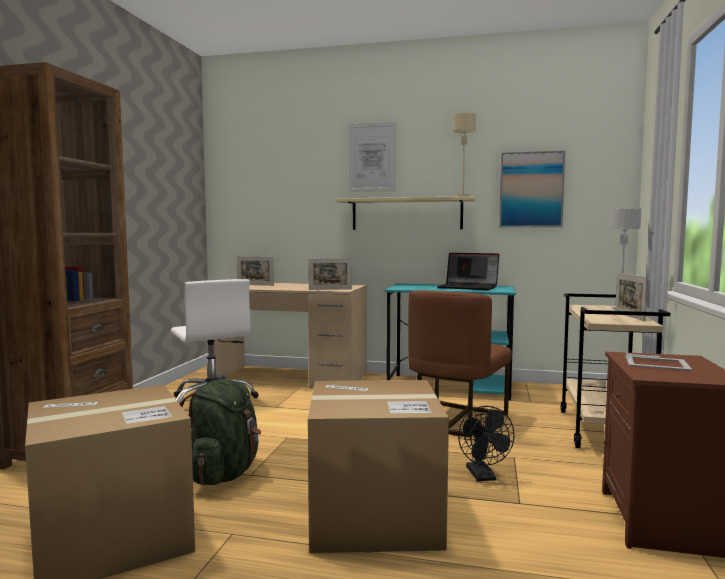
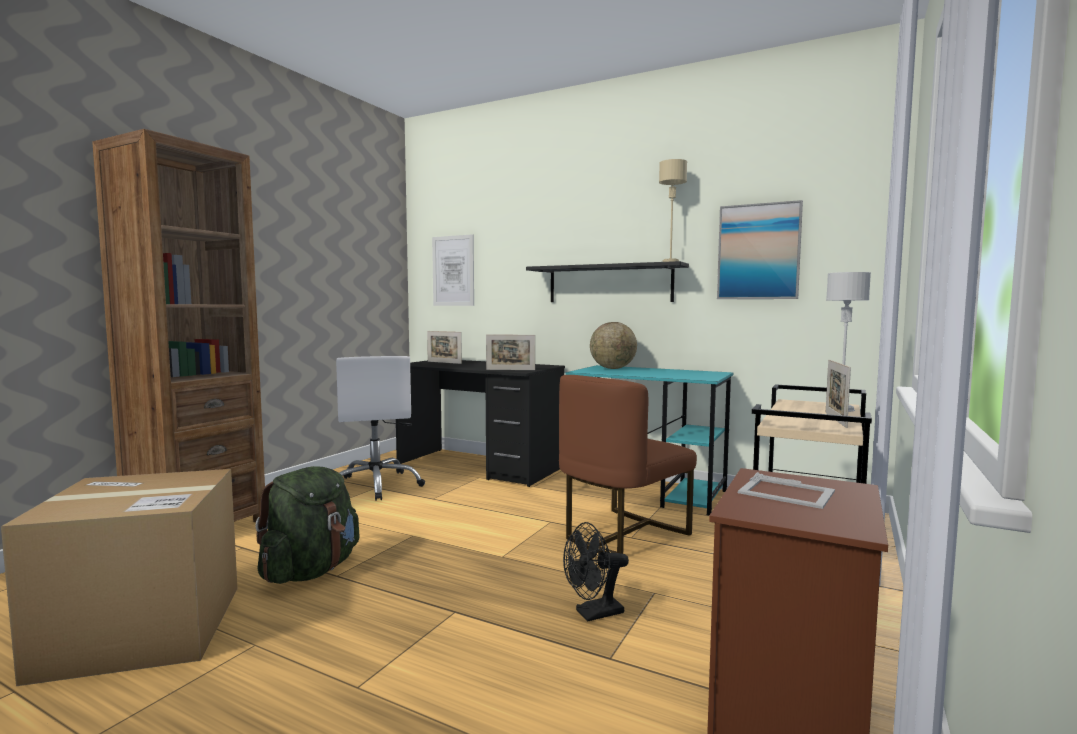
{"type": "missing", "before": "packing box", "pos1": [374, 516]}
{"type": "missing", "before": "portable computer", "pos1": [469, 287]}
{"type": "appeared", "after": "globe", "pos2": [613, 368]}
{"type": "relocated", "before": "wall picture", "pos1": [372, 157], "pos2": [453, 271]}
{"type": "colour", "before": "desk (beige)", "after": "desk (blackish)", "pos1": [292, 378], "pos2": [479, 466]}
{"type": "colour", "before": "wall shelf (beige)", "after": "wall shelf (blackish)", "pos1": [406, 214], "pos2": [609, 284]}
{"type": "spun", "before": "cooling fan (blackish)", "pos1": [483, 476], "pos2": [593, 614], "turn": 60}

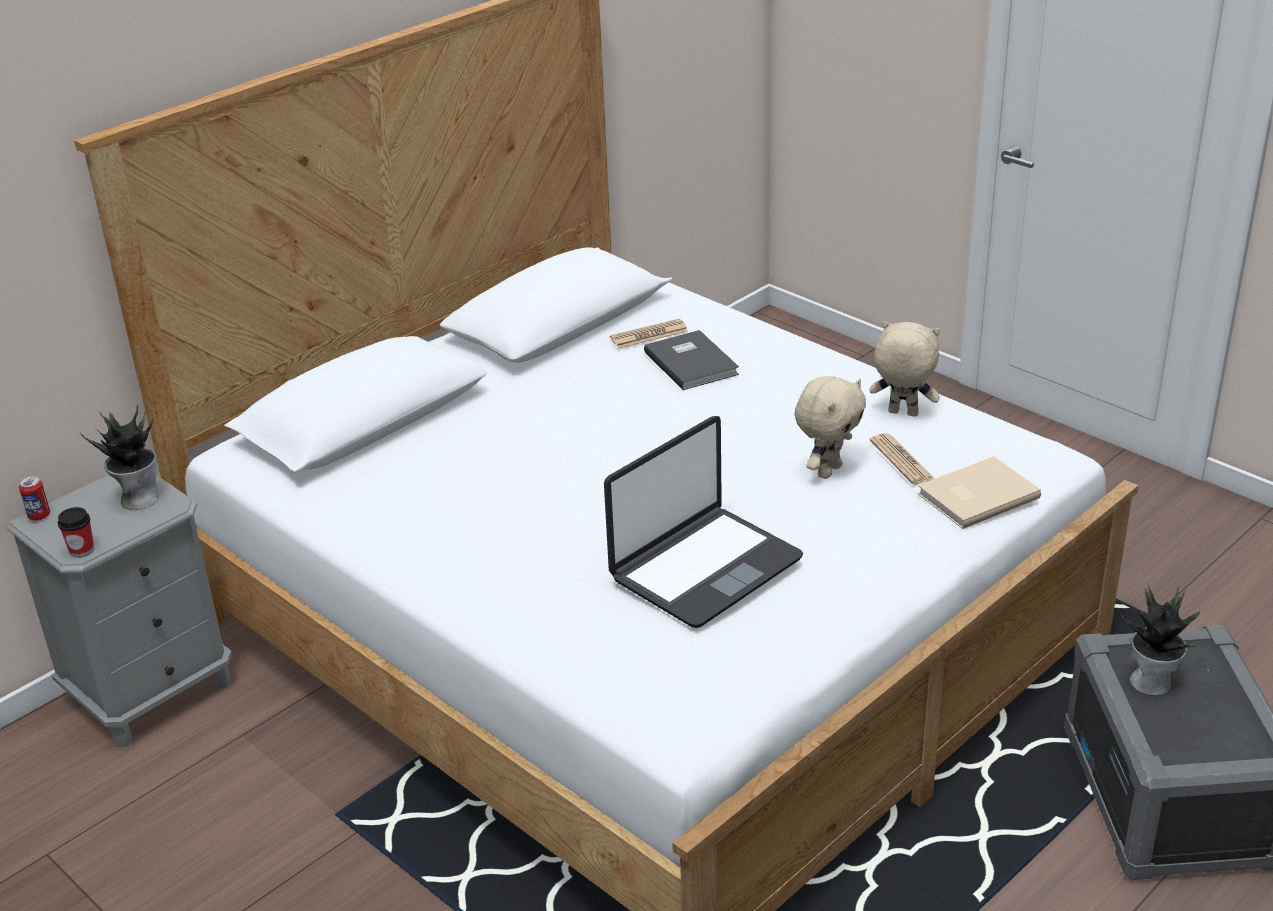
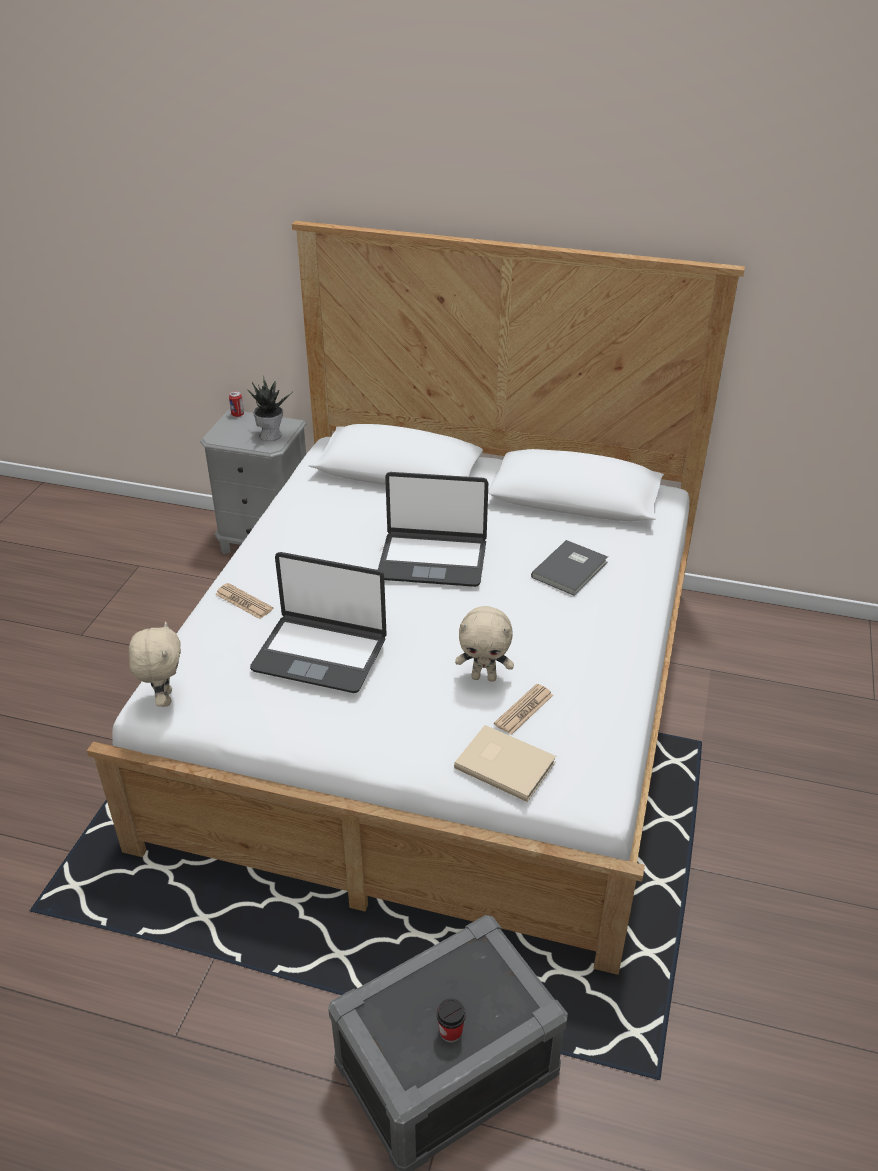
{"type": "missing", "before": "plant in a pot", "pos1": [1152, 682]}
{"type": "appeared", "after": "portable computer", "pos2": [432, 560]}
{"type": "relocated", "before": "small cup", "pos1": [82, 550], "pos2": [450, 1032]}
{"type": "relocated", "before": "printed paper", "pos1": [649, 335], "pos2": [244, 602]}
{"type": "relocated", "before": "soft toy (beige)", "pos1": [902, 414], "pos2": [164, 698]}

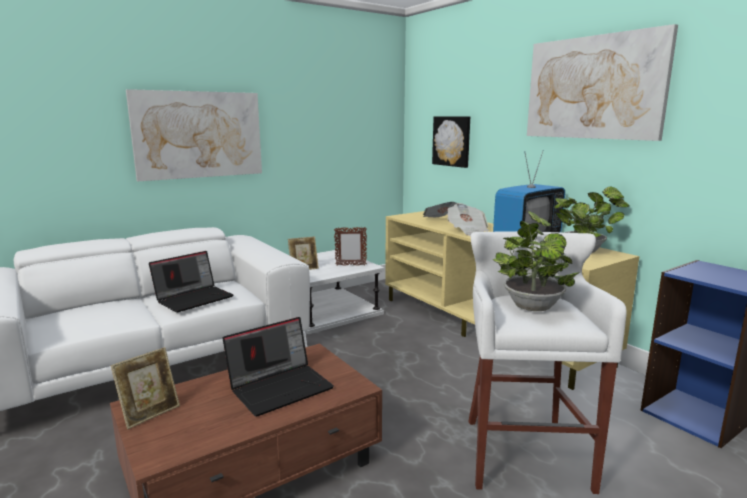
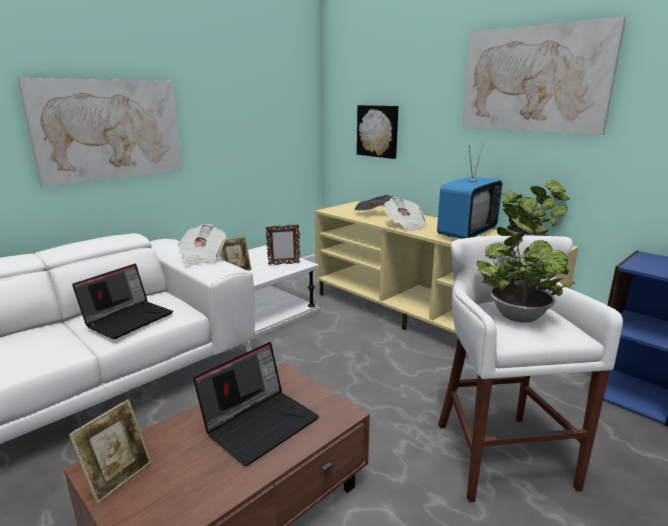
{"type": "appeared", "after": "printed paper", "pos2": [202, 257]}

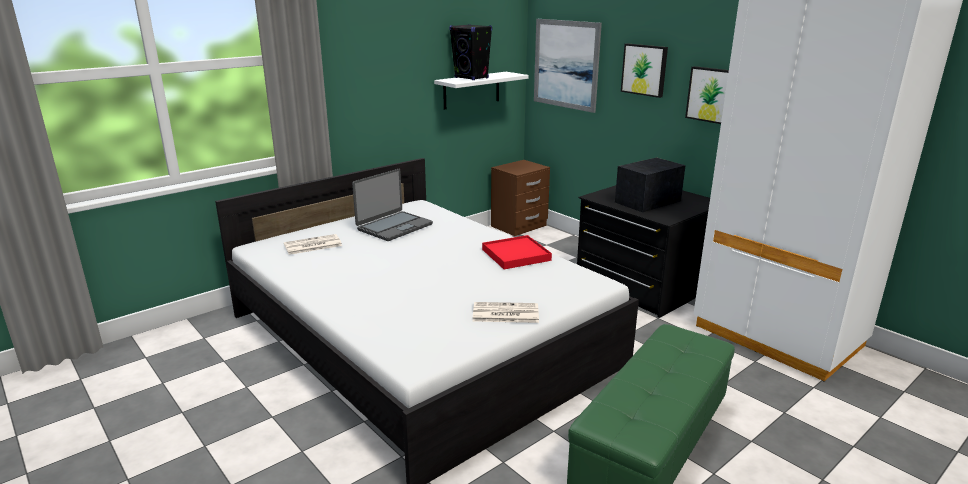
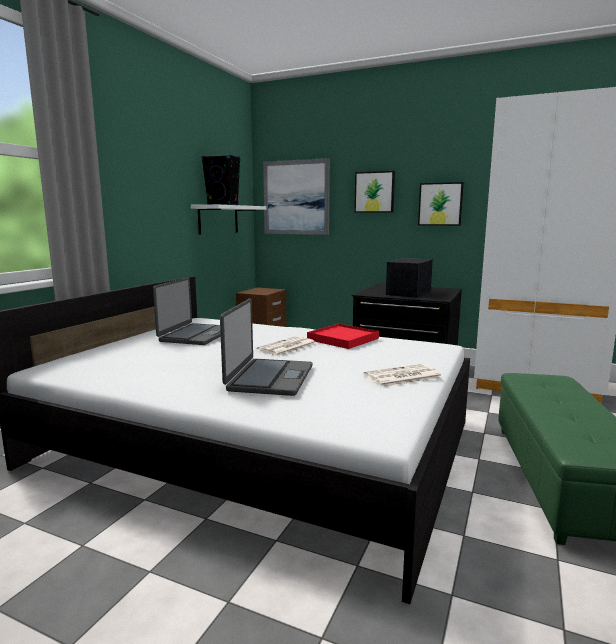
{"type": "appeared", "after": "portable computer", "pos2": [269, 378]}
{"type": "relocated", "before": "printed paper", "pos1": [312, 245], "pos2": [287, 347]}

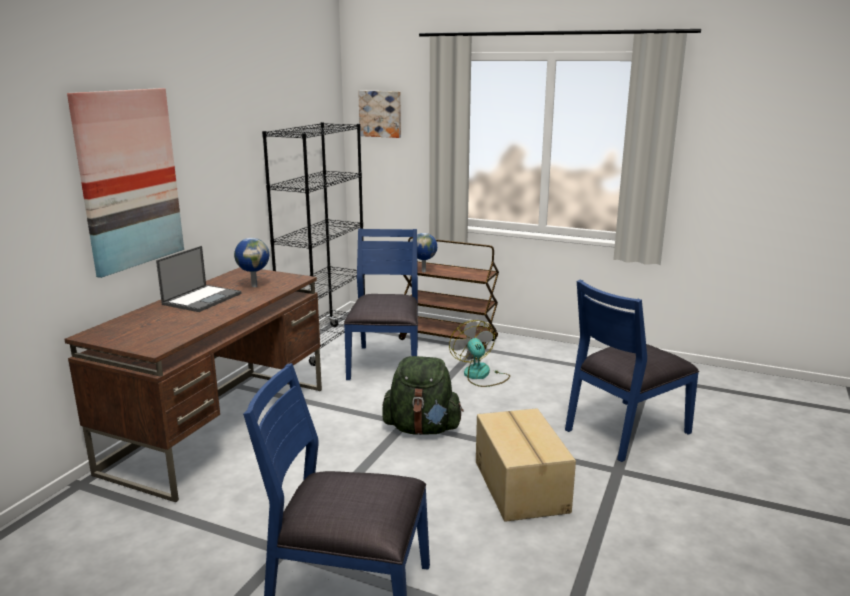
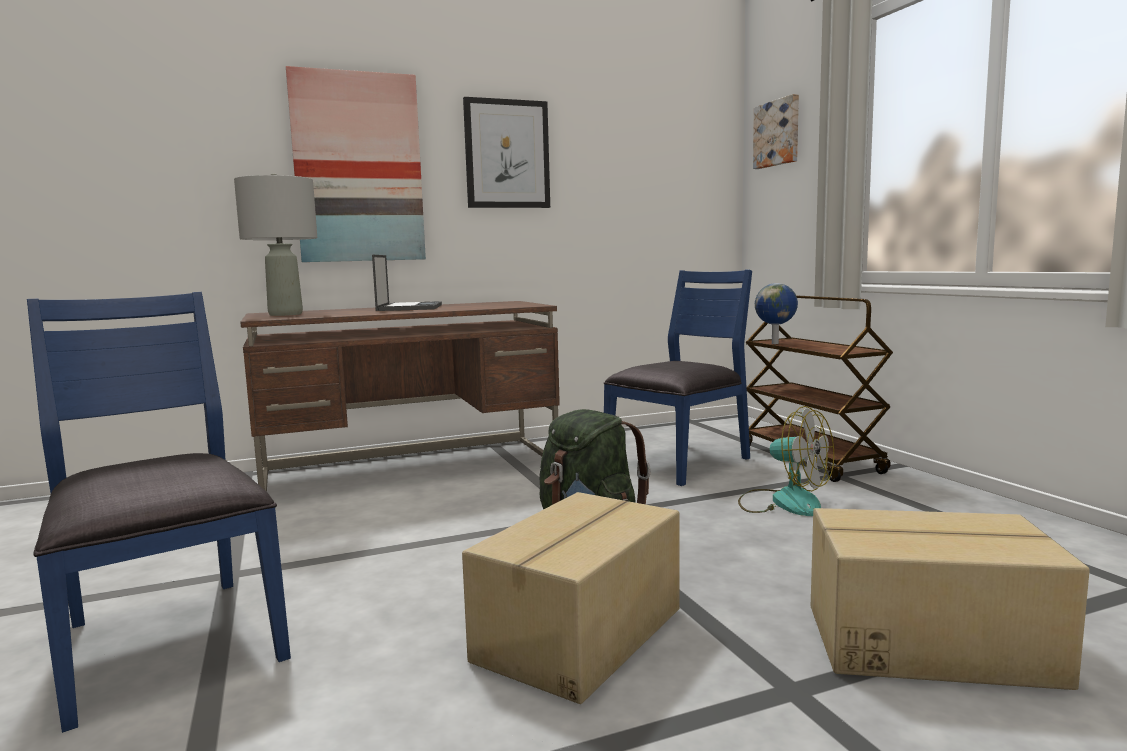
{"type": "missing", "before": "globe", "pos1": [254, 286]}
{"type": "missing", "before": "bookcase (blackish)", "pos1": [324, 345]}
{"type": "appeared", "after": "lamp for a table (gray)", "pos2": [286, 314]}
{"type": "appeared", "after": "wall picture", "pos2": [507, 154]}
{"type": "exchanged", "before": "plain chair (bluish)", "after": "packing box", "pos1": [625, 430], "pos2": [927, 643]}
{"type": "spun", "before": "portable computer", "pos1": [202, 298], "pos2": [409, 307], "turn": -75}
{"type": "spun", "before": "cooling fan", "pos1": [480, 375], "pos2": [783, 502], "turn": 105}

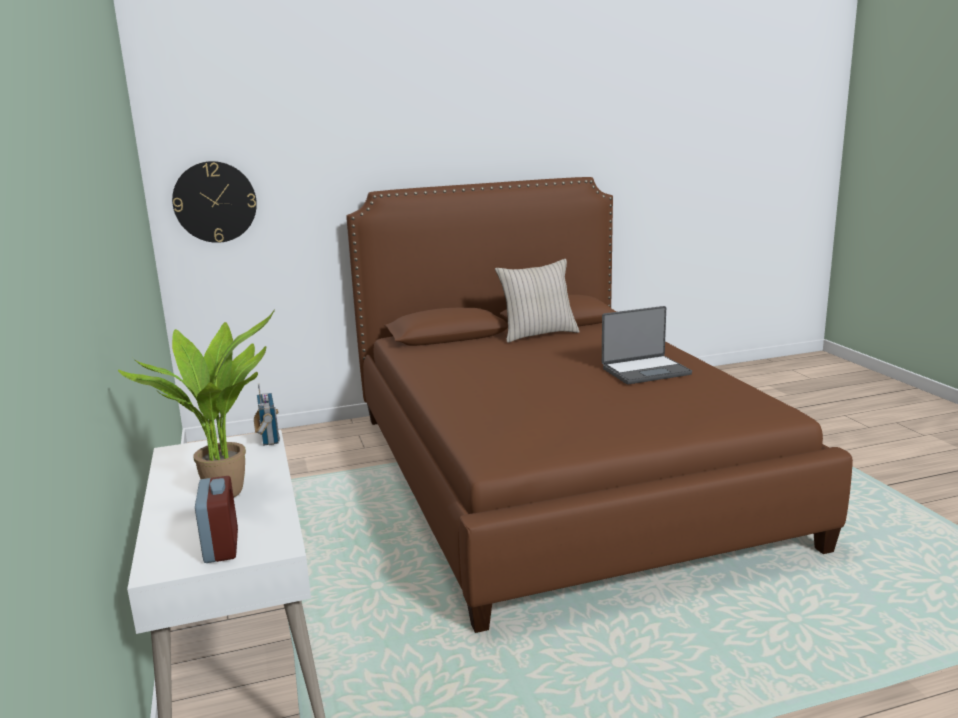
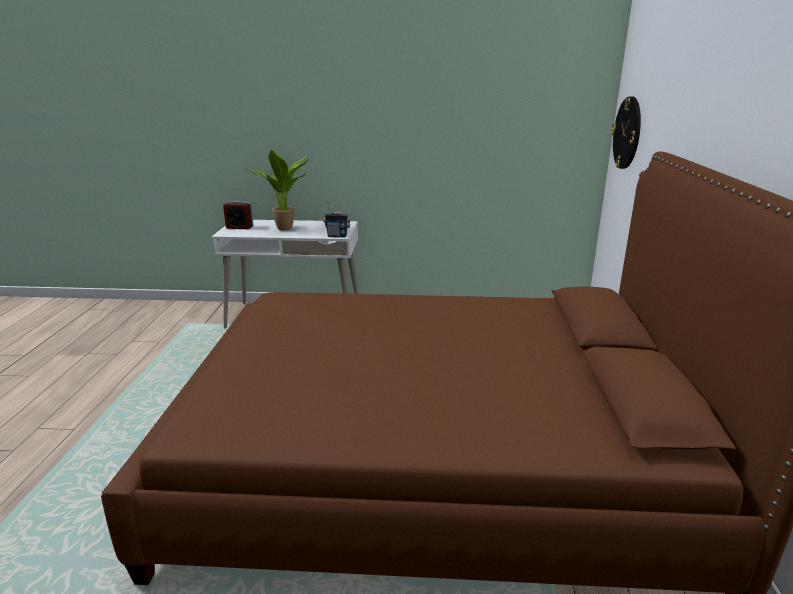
{"type": "missing", "before": "throw pillow (beige)", "pos1": [538, 334]}
{"type": "missing", "before": "portable computer", "pos1": [645, 371]}

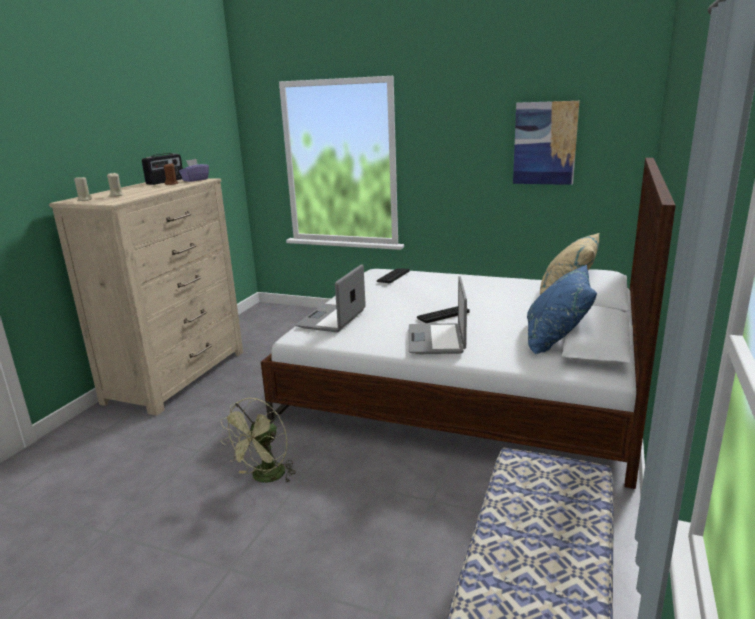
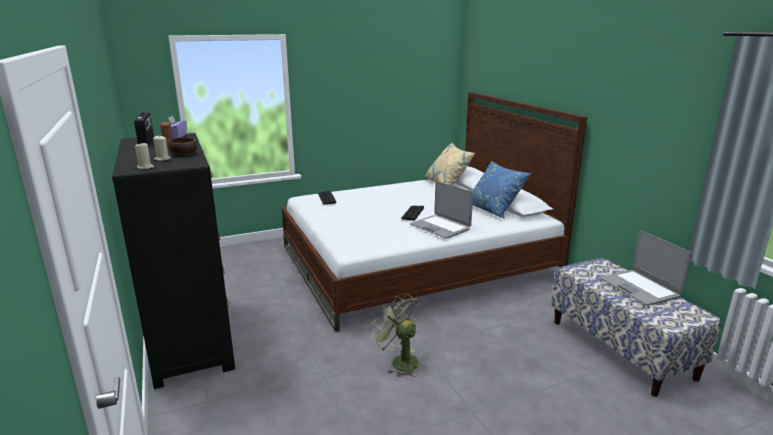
{"type": "missing", "before": "wall picture", "pos1": [545, 143]}
{"type": "appeared", "after": "deep dish (brown)", "pos2": [185, 154]}
{"type": "relocated", "before": "portable computer", "pos1": [332, 319], "pos2": [639, 288]}
{"type": "colour", "before": "dresser (beige)", "after": "dresser (blackish)", "pos1": [178, 376], "pos2": [191, 337]}
{"type": "spun", "before": "cooling fan (greenish)", "pos1": [265, 478], "pos2": [399, 361], "turn": 150}

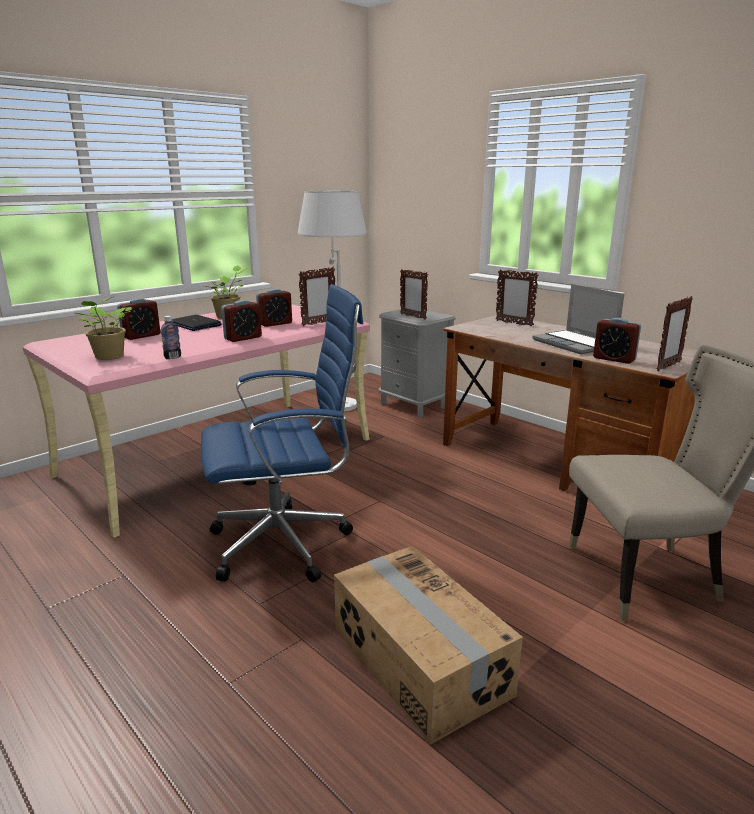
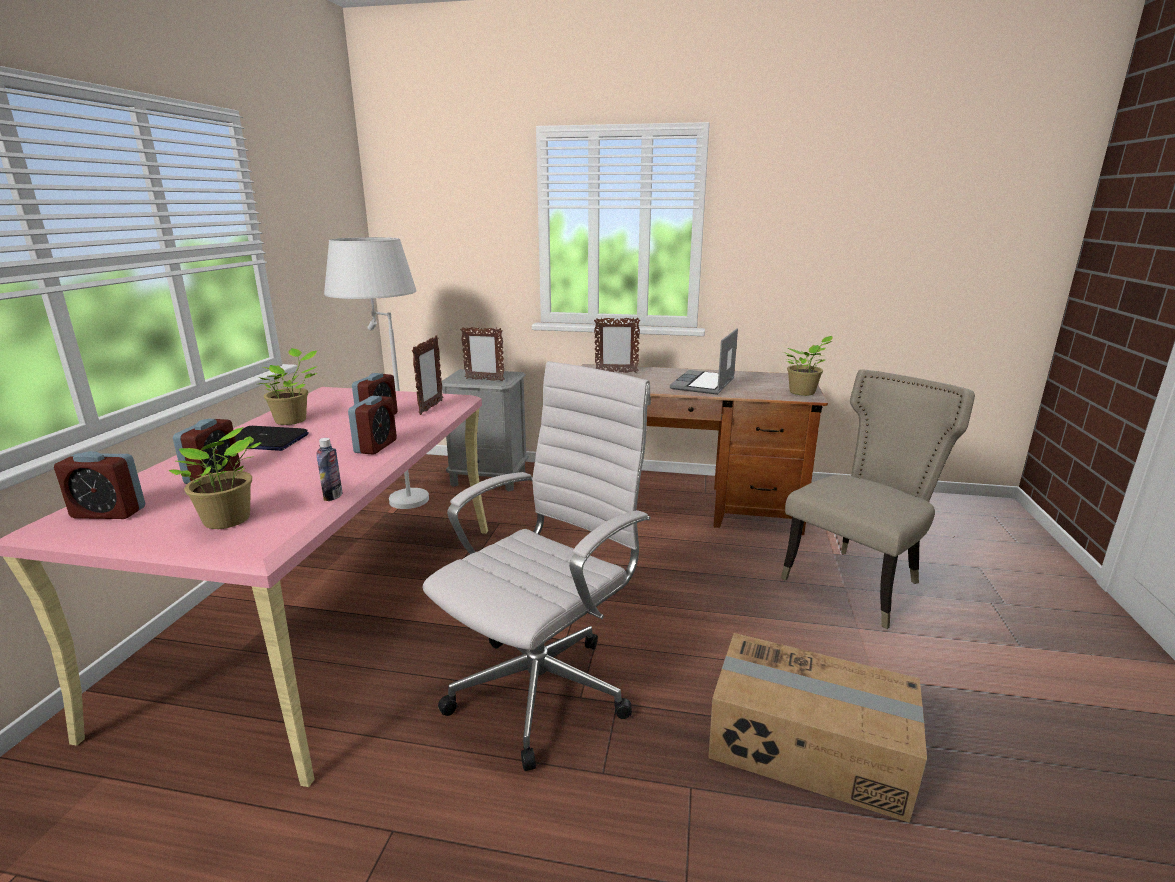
{"type": "relocated", "before": "bedside clock", "pos1": [614, 359], "pos2": [109, 513]}
{"type": "exchanged", "before": "picture frame", "after": "plant in a pot", "pos1": [668, 366], "pos2": [803, 393]}
{"type": "colour", "before": "office chair (bluish)", "after": "office chair (white)", "pos1": [287, 543], "pos2": [545, 687]}
{"type": "spun", "before": "portable computer", "pos1": [575, 344], "pos2": [703, 384], "turn": 90}

